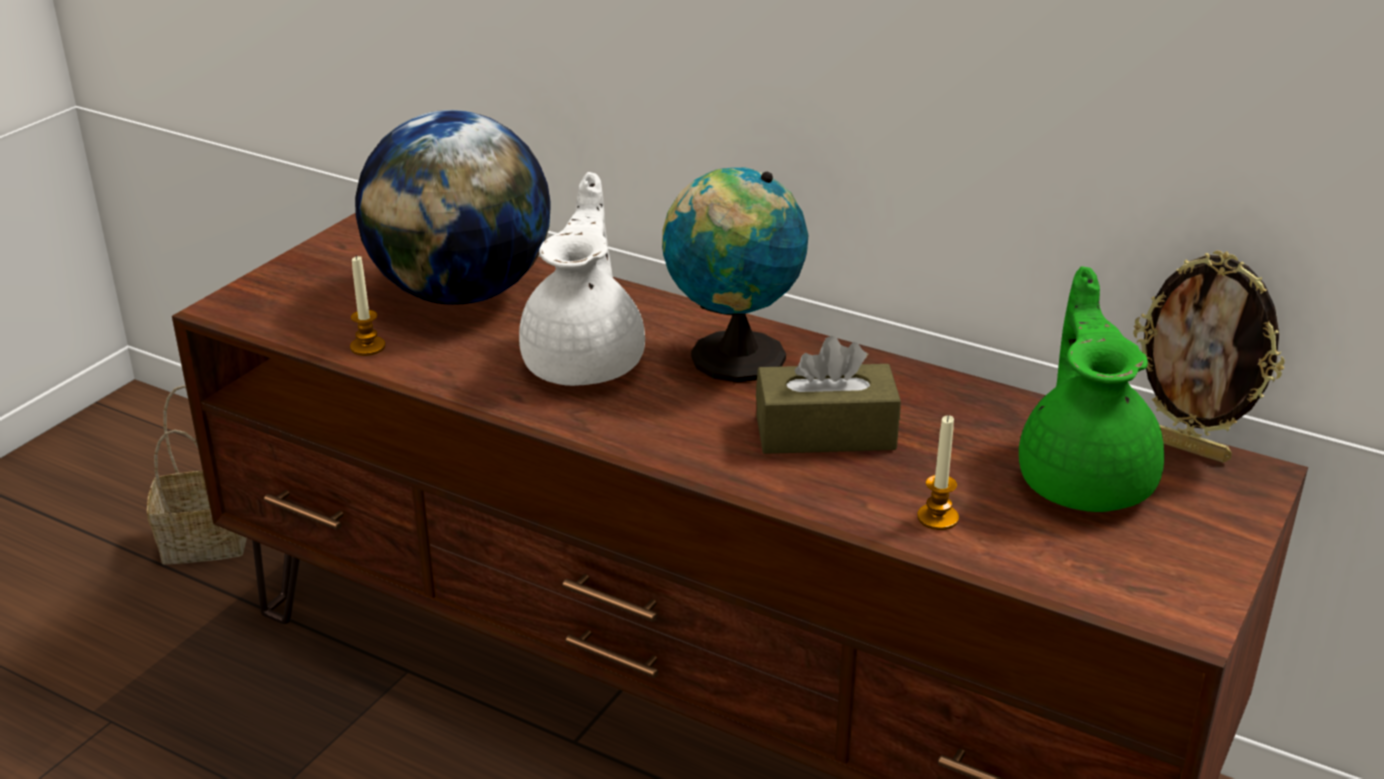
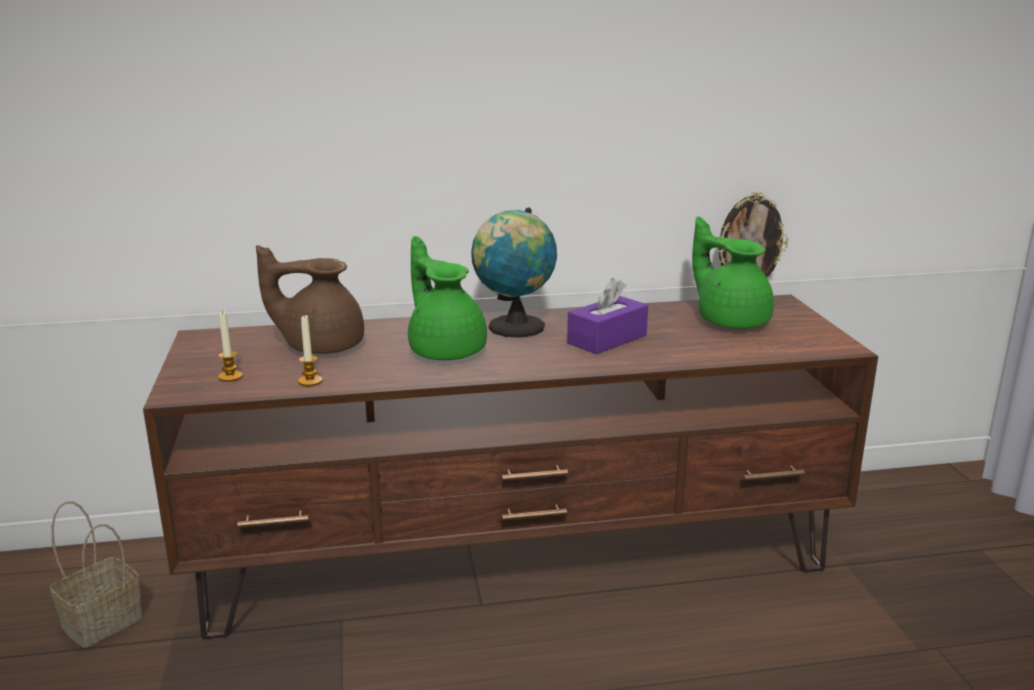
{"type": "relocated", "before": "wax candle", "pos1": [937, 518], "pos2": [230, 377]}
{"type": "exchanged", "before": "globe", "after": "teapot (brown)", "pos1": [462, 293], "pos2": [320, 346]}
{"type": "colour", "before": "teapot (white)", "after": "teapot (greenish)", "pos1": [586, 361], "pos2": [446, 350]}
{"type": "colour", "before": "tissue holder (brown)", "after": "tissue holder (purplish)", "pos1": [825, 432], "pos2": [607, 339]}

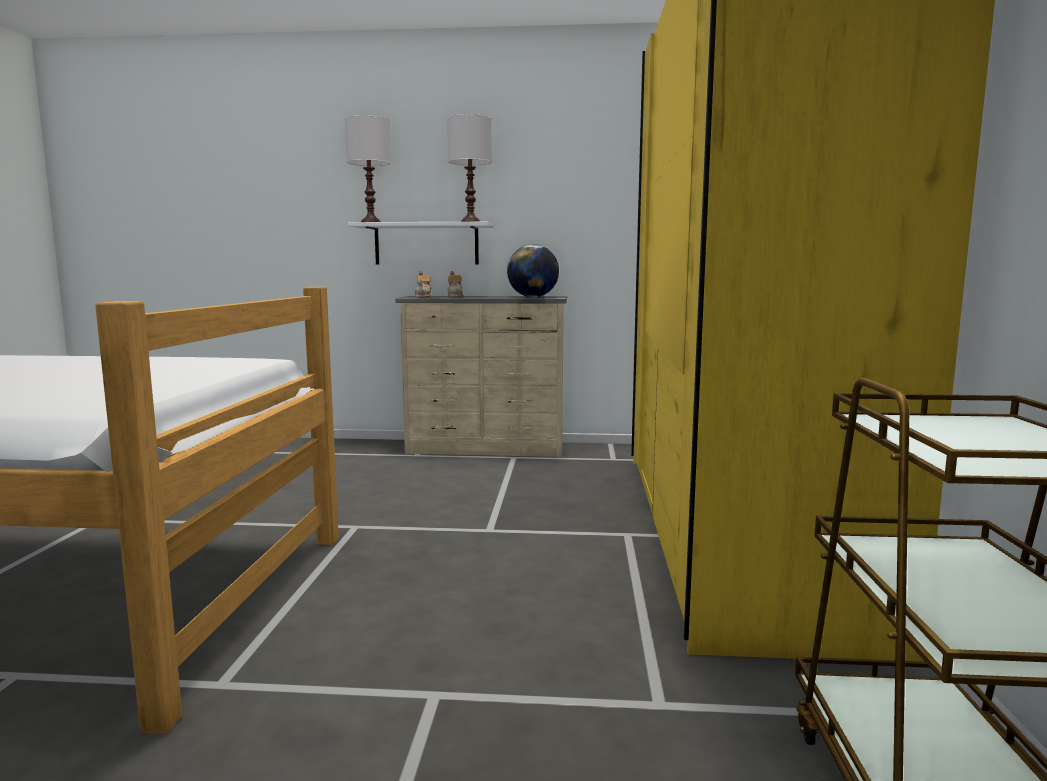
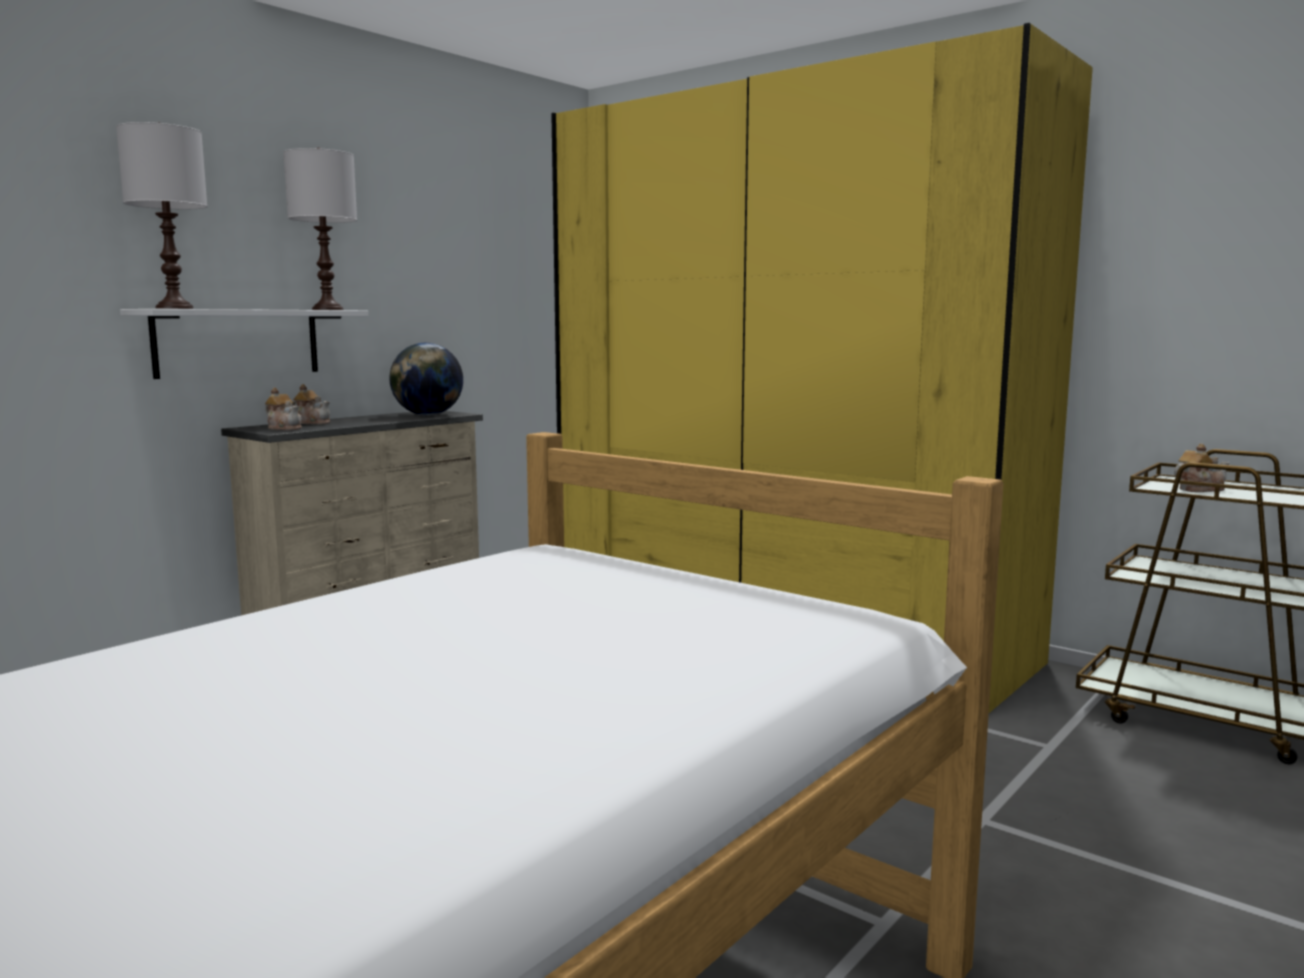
{"type": "appeared", "after": "teapot", "pos2": [1199, 489]}

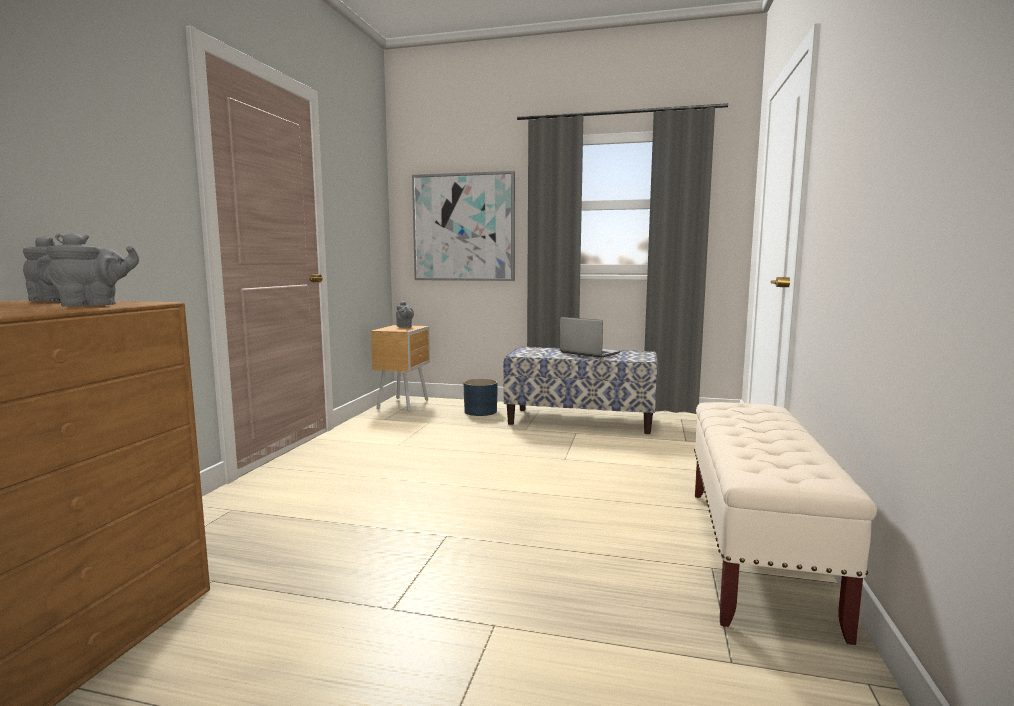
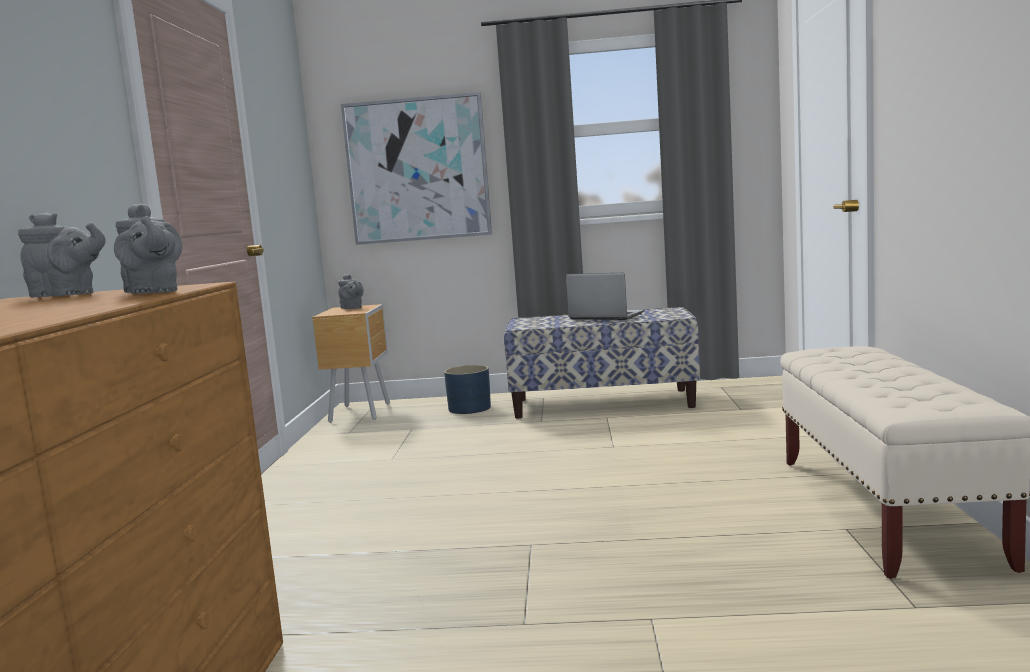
{"type": "spun", "before": "teapot (gray)", "pos1": [94, 306], "pos2": [153, 292], "turn": 105}

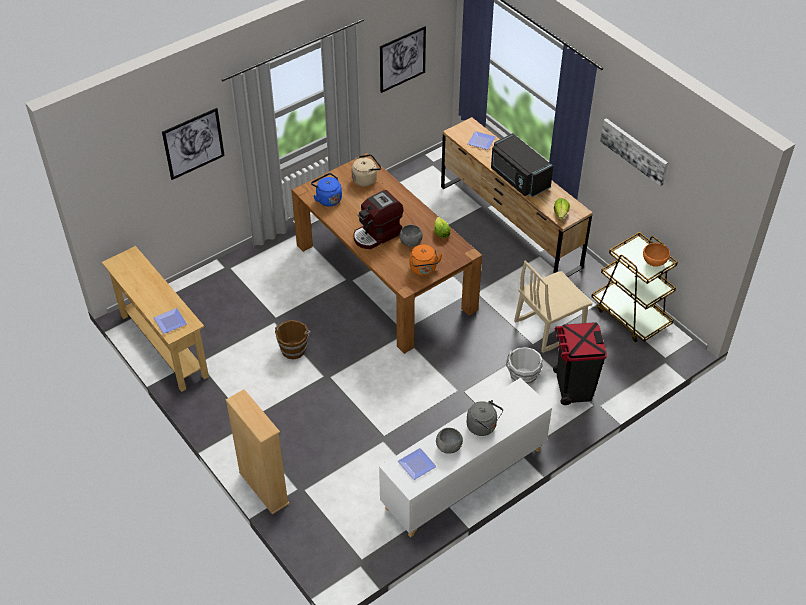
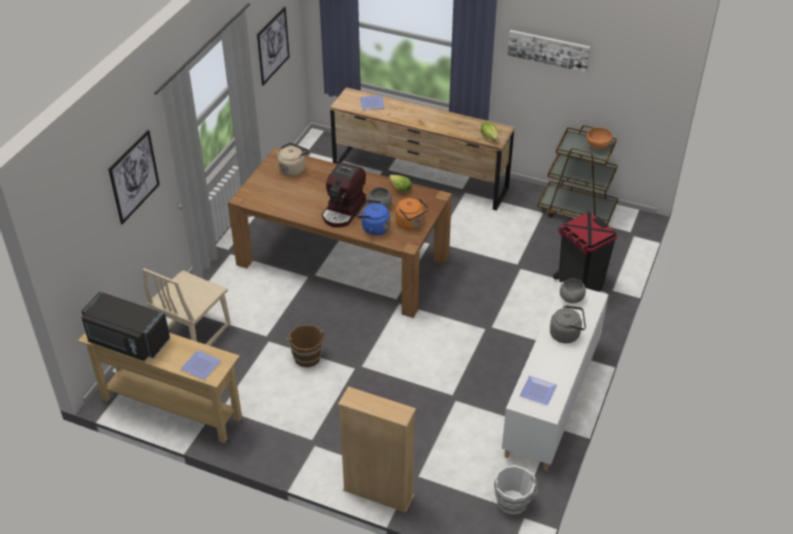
{"type": "relocated", "before": "kettle (bluish)", "pos1": [327, 199], "pos2": [373, 228]}
{"type": "relocated", "before": "deep dish (gray)", "pos1": [448, 446], "pos2": [571, 298]}
{"type": "relocated", "before": "microwave (blackish)", "pos1": [518, 178], "pos2": [127, 341]}
{"type": "relocated", "before": "bucket (white)", "pos1": [523, 378], "pos2": [512, 502]}
{"type": "relocated", "before": "plain chair (beige)", "pos1": [548, 327], "pos2": [192, 332]}

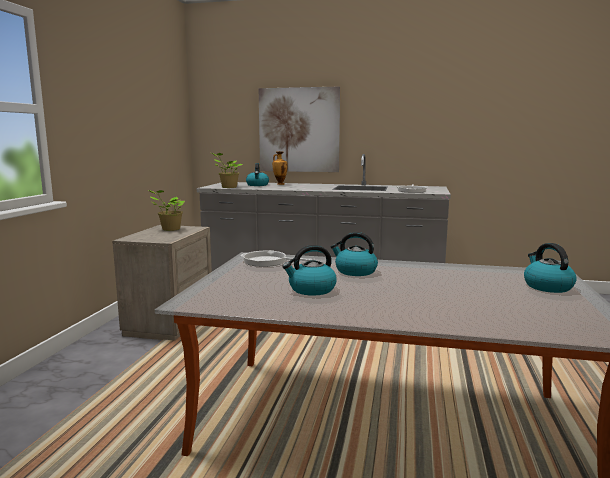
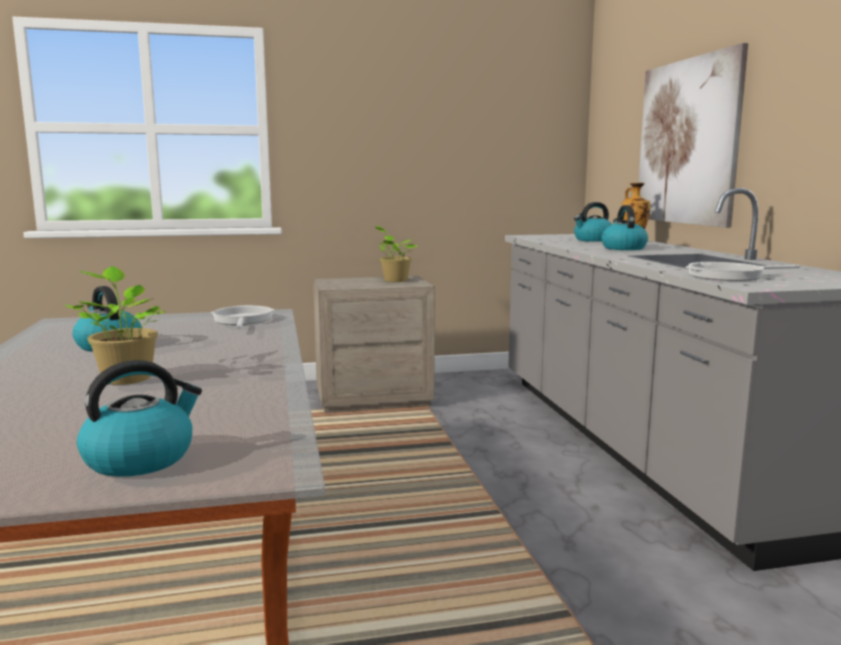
{"type": "relocated", "before": "plant in a pot", "pos1": [228, 187], "pos2": [126, 378]}
{"type": "relocated", "before": "kettle", "pos1": [355, 271], "pos2": [623, 248]}

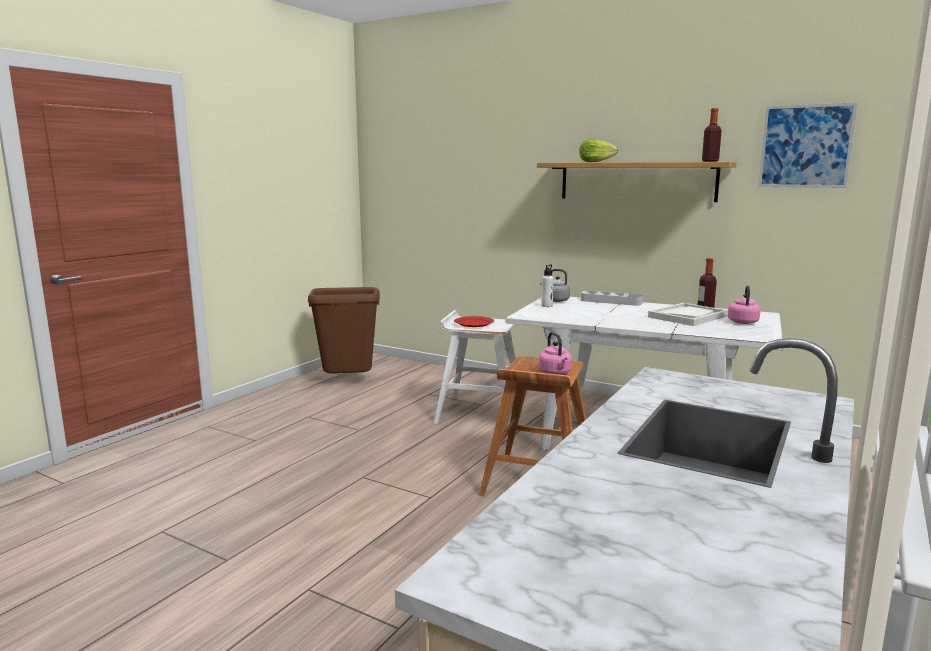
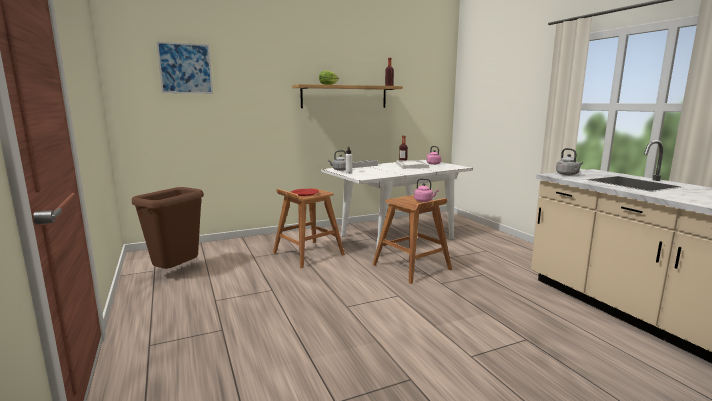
{"type": "appeared", "after": "kettle (gray)", "pos2": [568, 174]}
{"type": "relocated", "before": "wall picture", "pos1": [805, 146], "pos2": [185, 68]}
{"type": "colour", "before": "stool (white)", "after": "stool (brown)", "pos1": [479, 412], "pos2": [307, 254]}

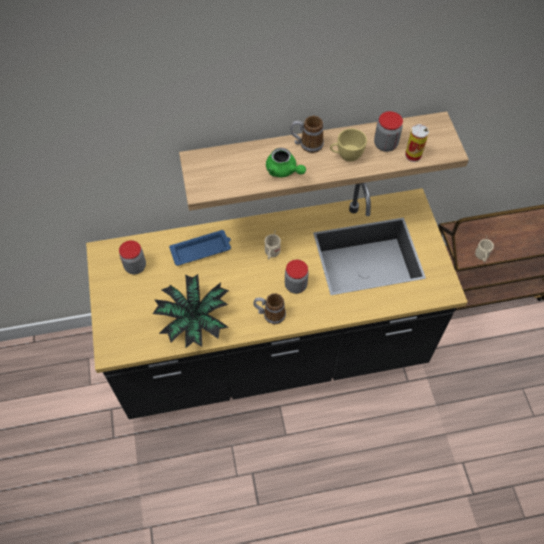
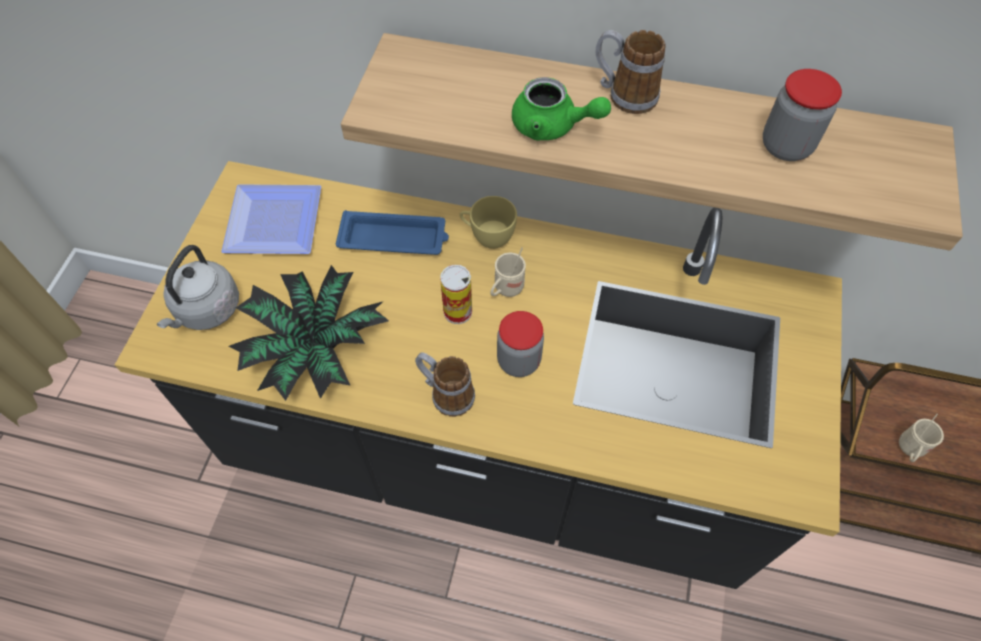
{"type": "appeared", "after": "kettle (gray)", "pos2": [206, 311]}
{"type": "relocated", "before": "small cup (yellowish)", "pos1": [346, 156], "pos2": [487, 237]}
{"type": "relocated", "before": "sealed can", "pos1": [413, 155], "pos2": [457, 311]}
{"type": "exchanged", "before": "jar", "after": "flat dish", "pos1": [135, 266], "pos2": [277, 225]}
{"type": "spun", "before": "teapot (greenish)", "pos1": [284, 171], "pos2": [552, 126], "turn": -45}

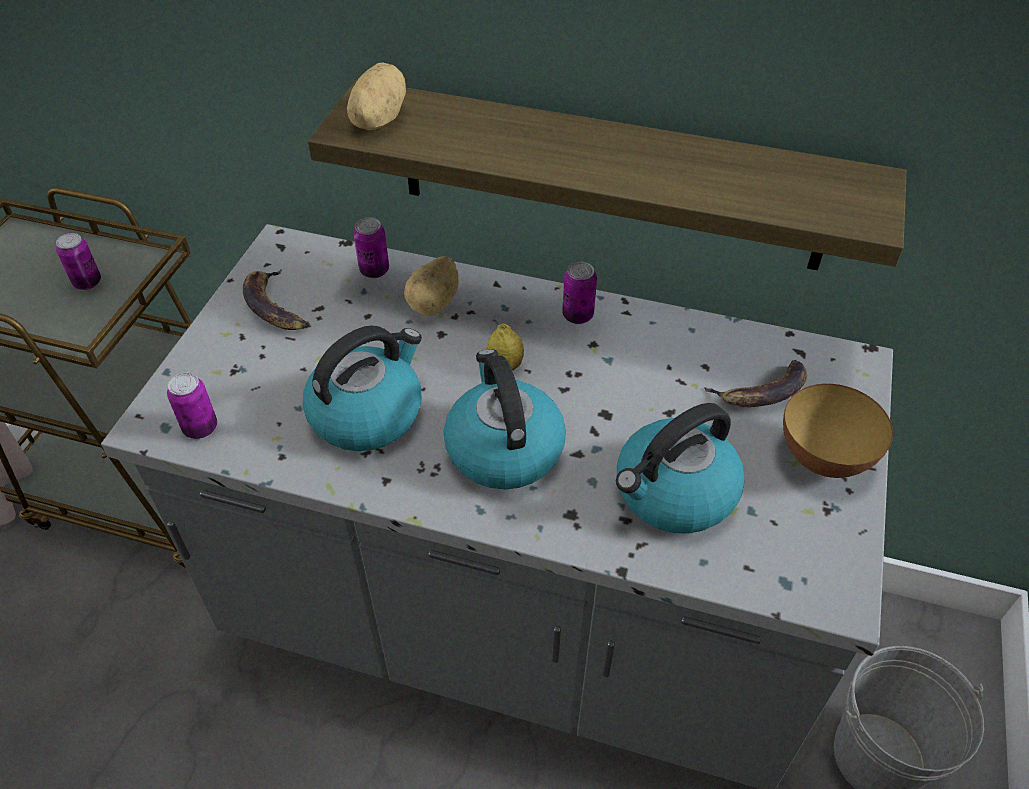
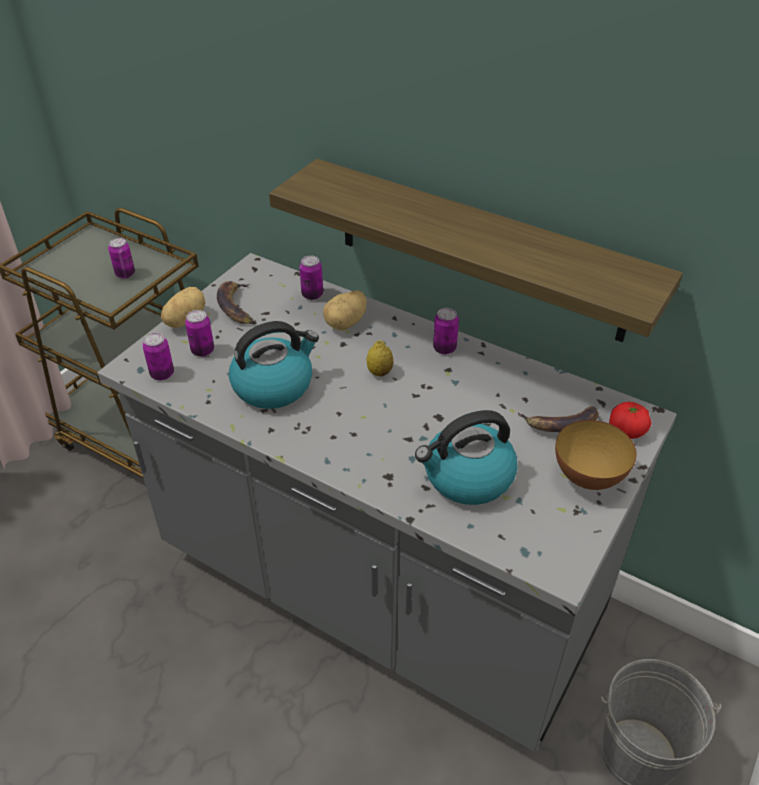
{"type": "missing", "before": "kettle", "pos1": [503, 448]}
{"type": "appeared", "after": "sealed can", "pos2": [203, 351]}
{"type": "appeared", "after": "tomato", "pos2": [627, 430]}
{"type": "relocated", "before": "potato", "pos1": [376, 120], "pos2": [184, 320]}

